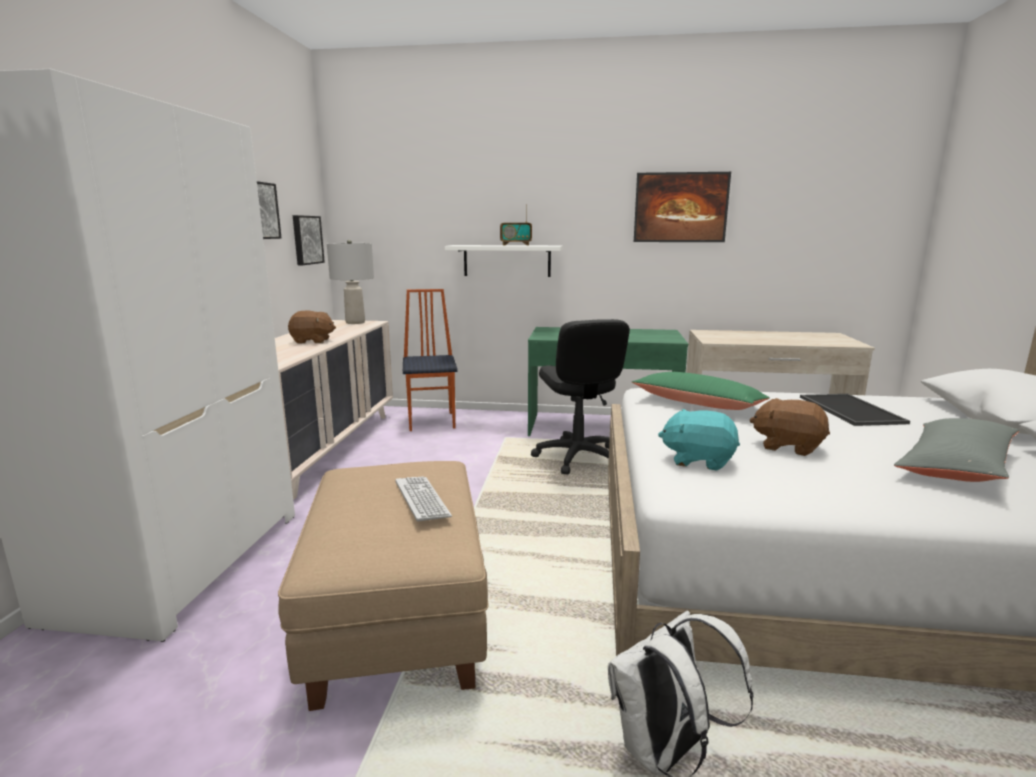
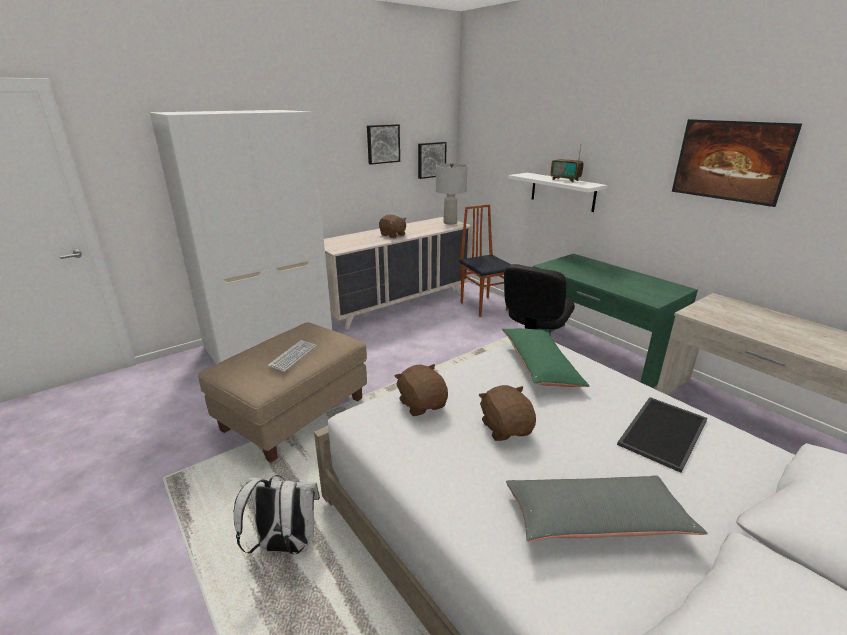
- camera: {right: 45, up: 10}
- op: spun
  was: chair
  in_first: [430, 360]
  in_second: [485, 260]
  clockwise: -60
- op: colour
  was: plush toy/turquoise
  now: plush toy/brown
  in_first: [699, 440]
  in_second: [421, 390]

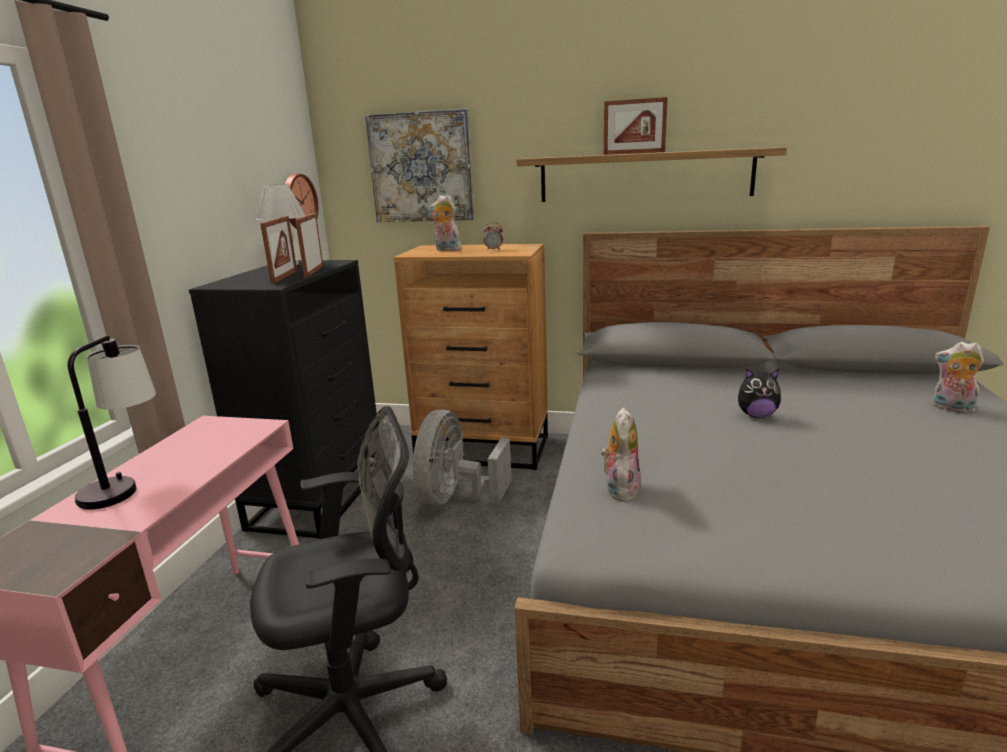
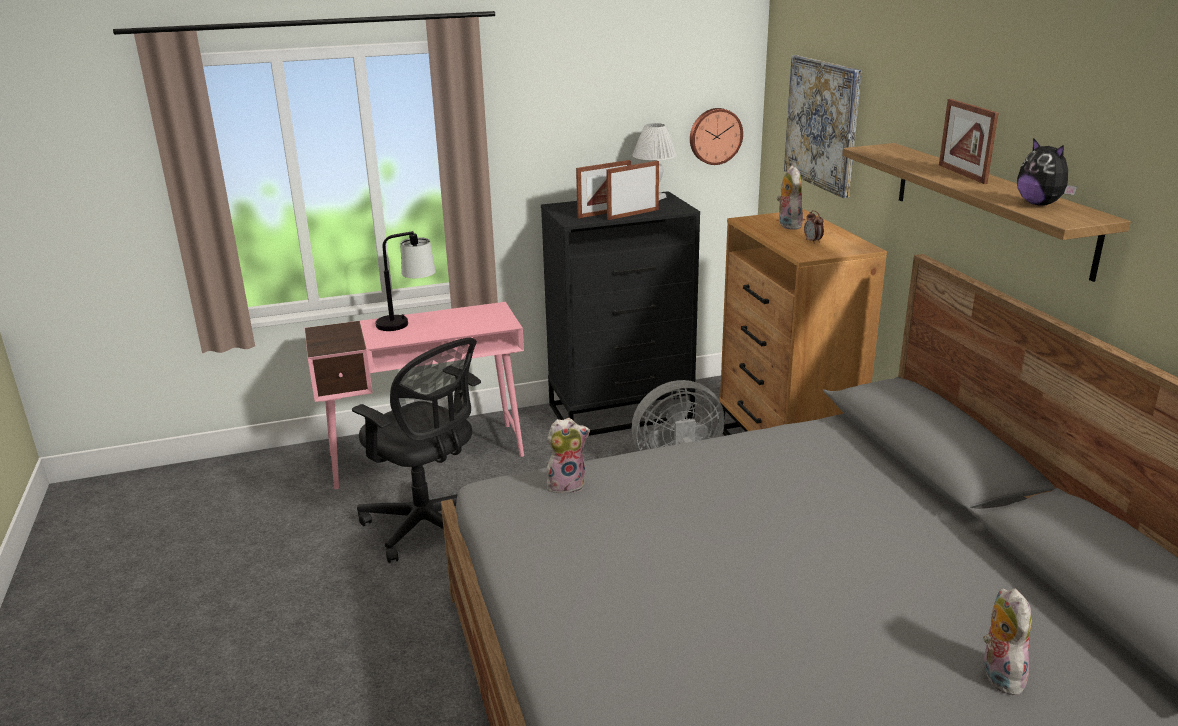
- camera: {right: 60, up: 5}
- op: relocated
  was: plush toy
  in_first: [759, 393]
  in_second: [1047, 172]

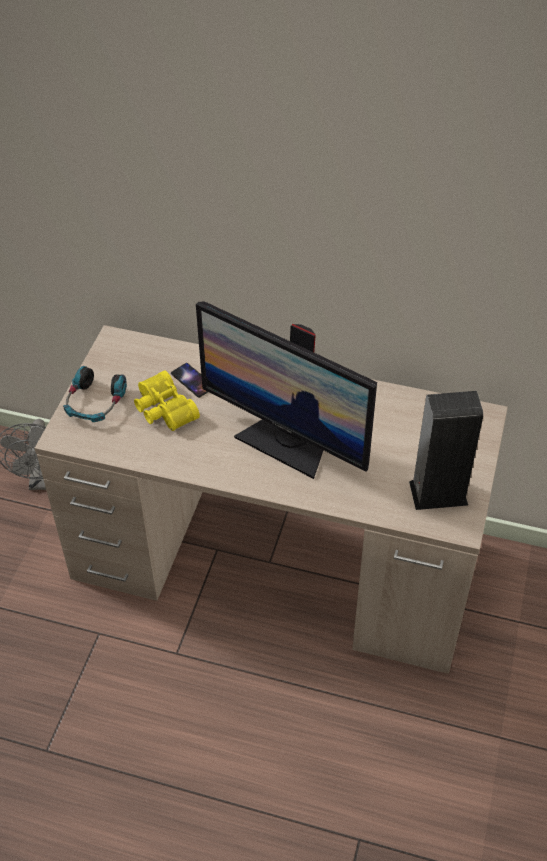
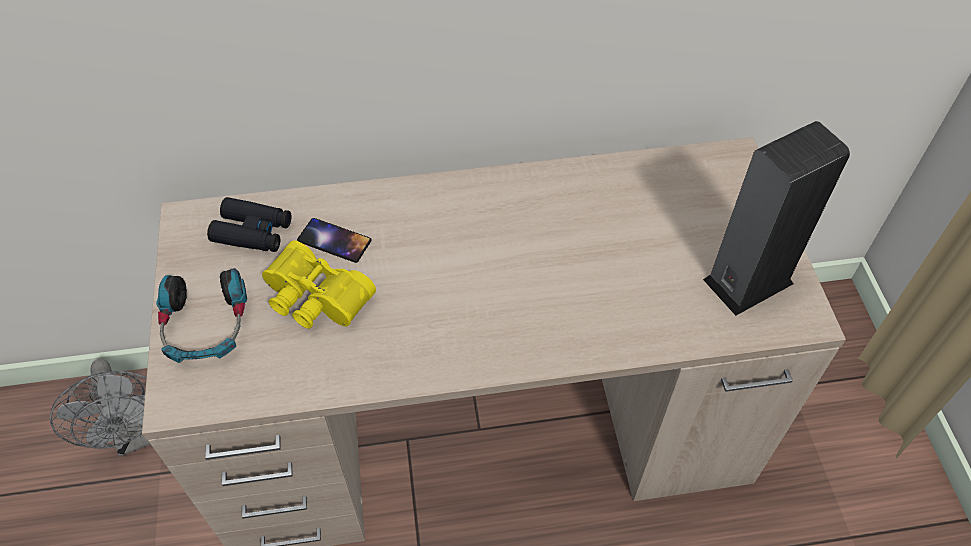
- camera: {right: -25, up: 5}
- op: missing
  was: monitor
  in_first: [286, 390]
- op: appeared
  now: binoculars/black
  in_second: [249, 224]

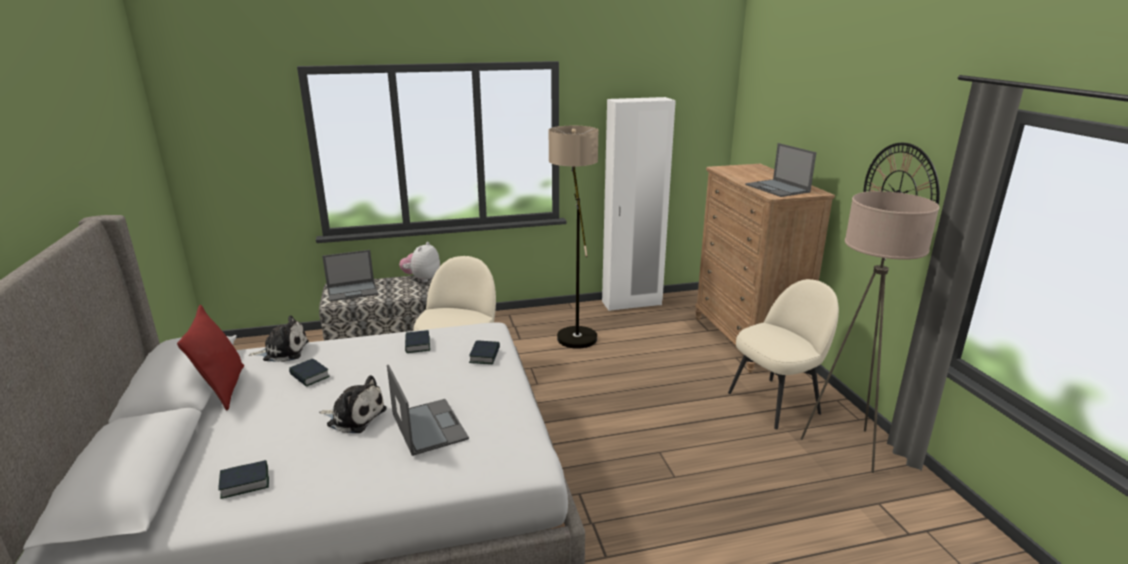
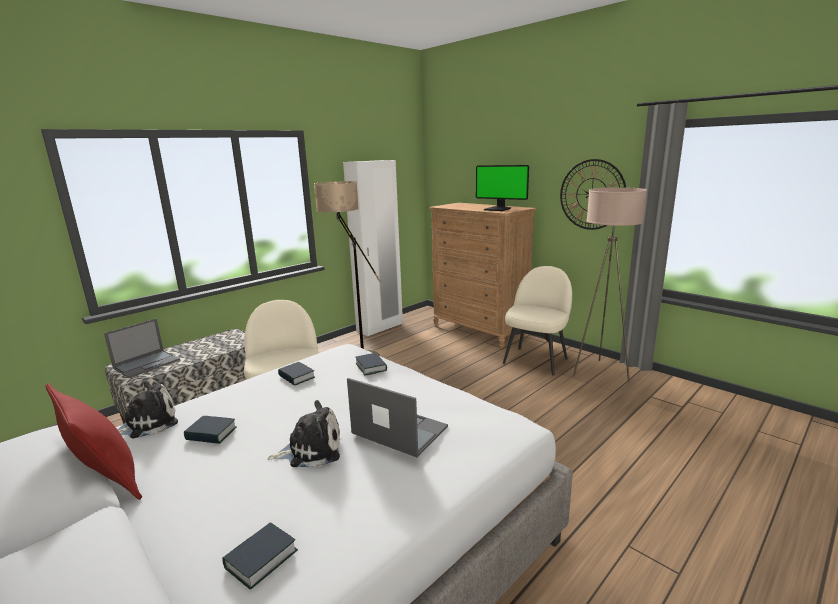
- camera: {right: -30, up: -5}
- op: missing
  was: plush toy
  in_first: [419, 262]
- op: exchanged
  was: laptop
  now: monitor
  in_first: [781, 170]
  in_second: [502, 188]

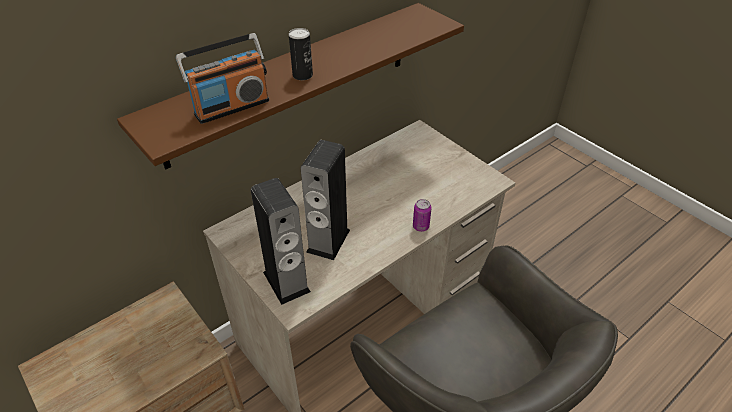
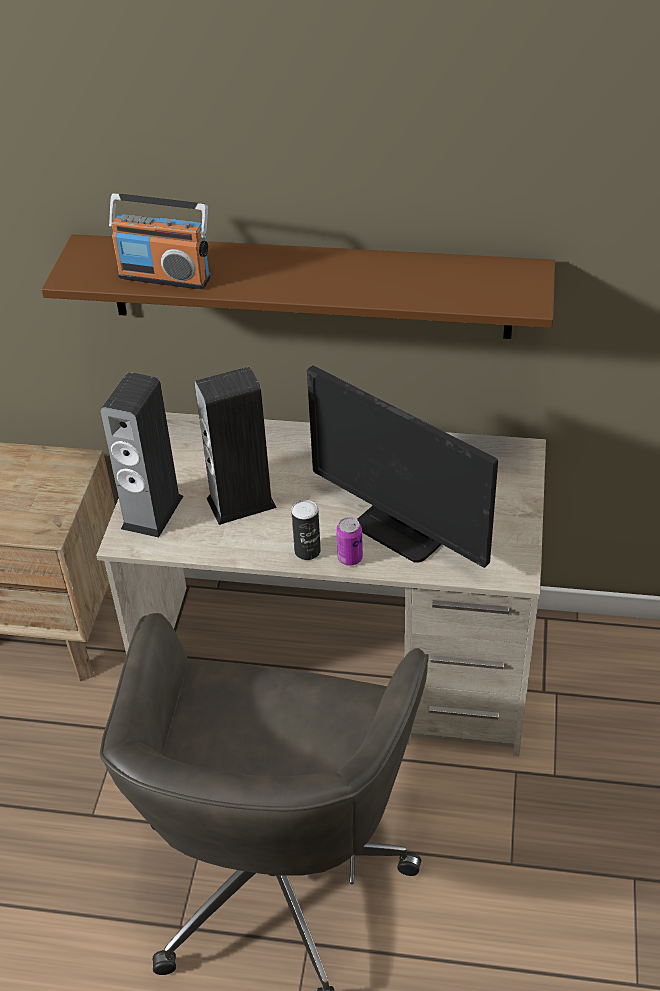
- camera: {right: 50, up: 0}
- op: relocated
  was: can
  in_first: [301, 54]
  in_second: [306, 530]
- op: appeared
  now: monitor
  in_second: [402, 467]

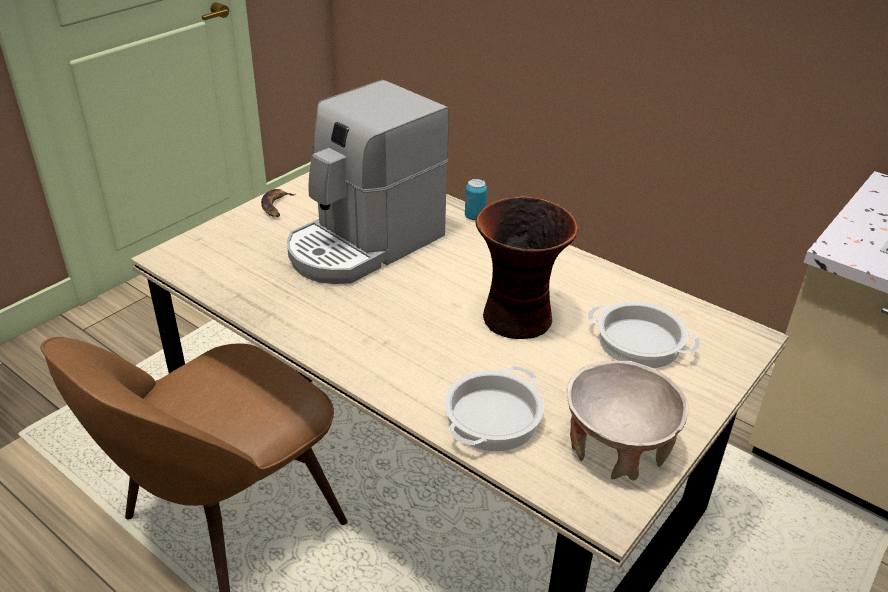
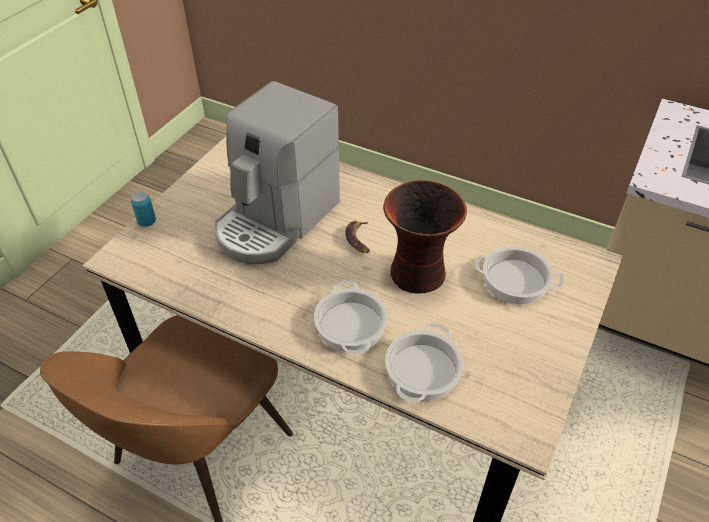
- camera: {right: -10, up: 10}
- op: relocated
  was: banana
  in_first: [278, 203]
  in_second: [357, 237]
- op: relocated
  was: can
  in_first: [476, 199]
  in_second: [143, 209]
- op: missing
  was: bowl/beige
  in_first: [628, 421]
- op: appeared
  now: cooking pot
  in_second: [351, 317]

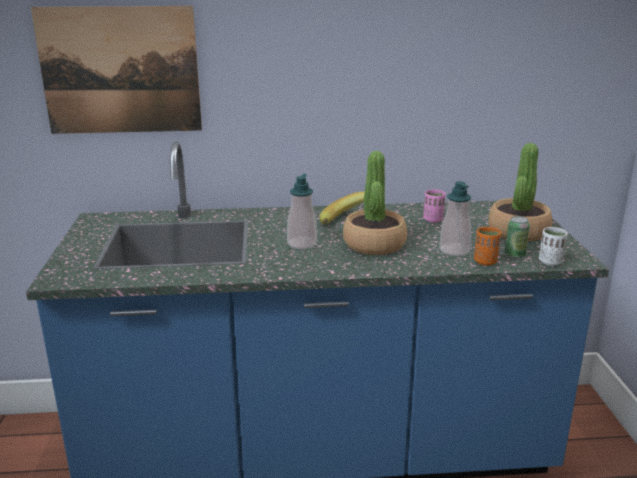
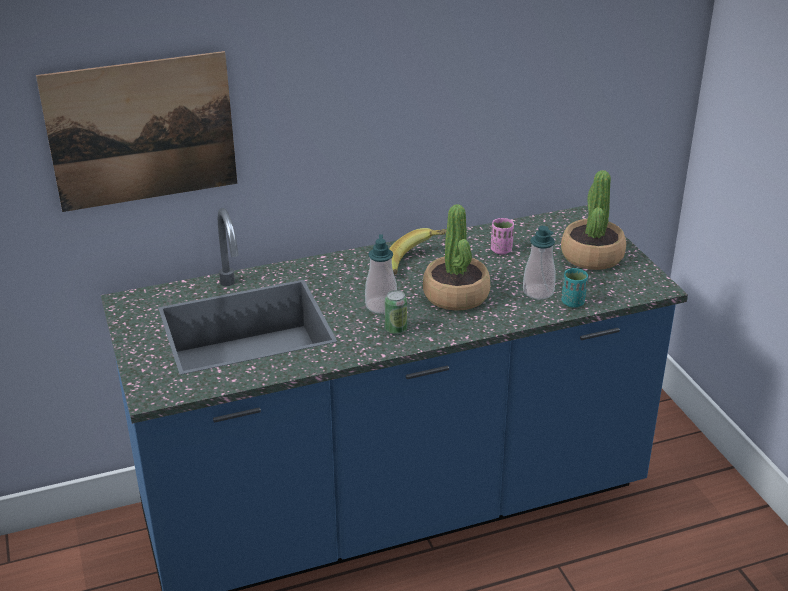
- camera: {right: -15, up: 10}
- op: colour
  was: cup/orange
  now: cup/turquoise
  in_first: [487, 246]
  in_second: [575, 288]
- op: relocated
  was: can
  in_first: [517, 237]
  in_second: [396, 312]
- op: missing
  was: cup/white
  in_first: [553, 246]

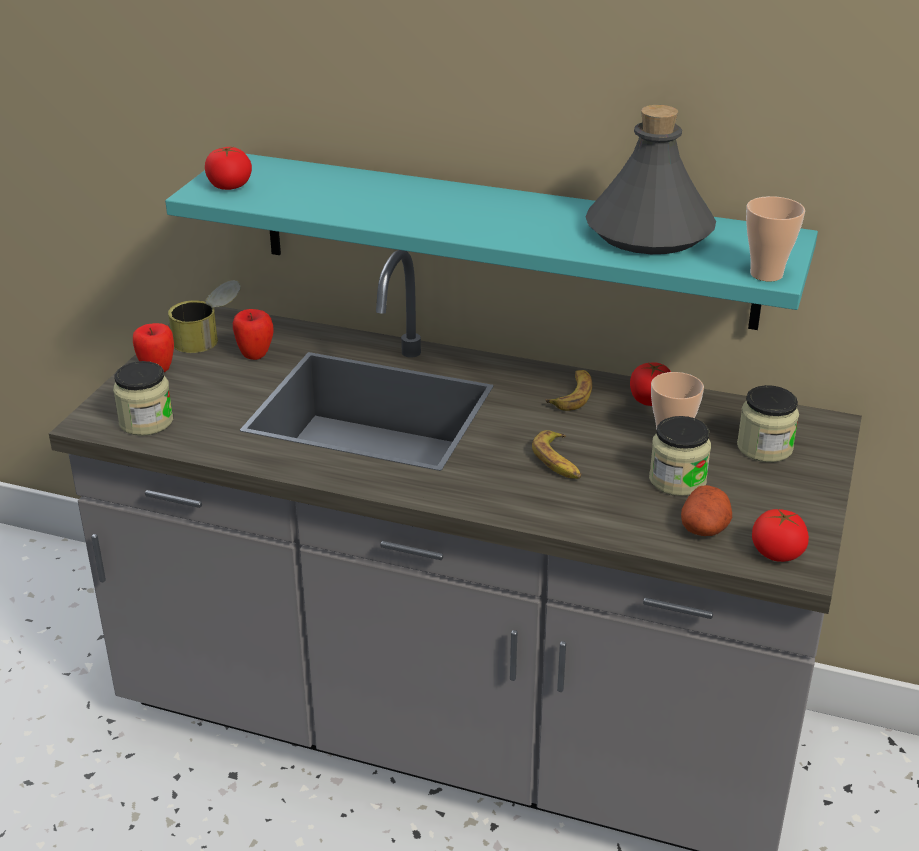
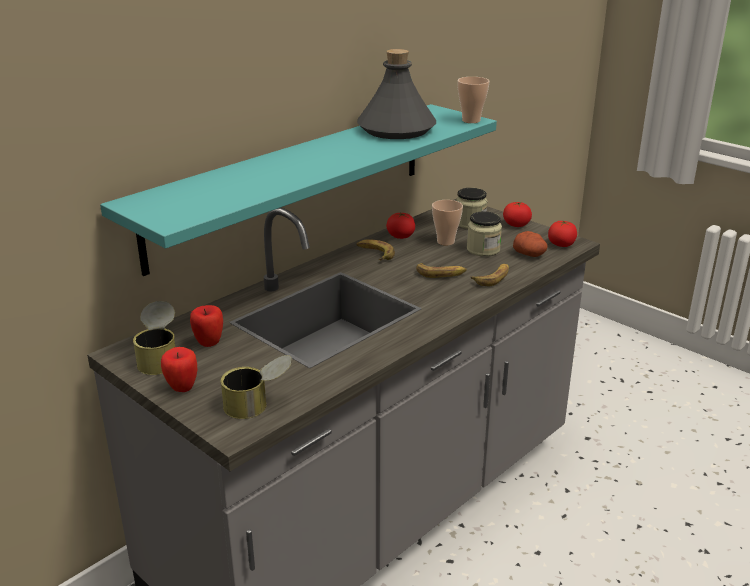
- camera: {right: -65, up: -5}
- op: exchanged
  was: jar
  now: can
  in_first: [143, 398]
  in_second: [256, 387]
- op: relocated
  was: tomato
  in_first: [228, 168]
  in_second: [517, 214]
- op: appeared
  now: banana
  in_second: [490, 275]

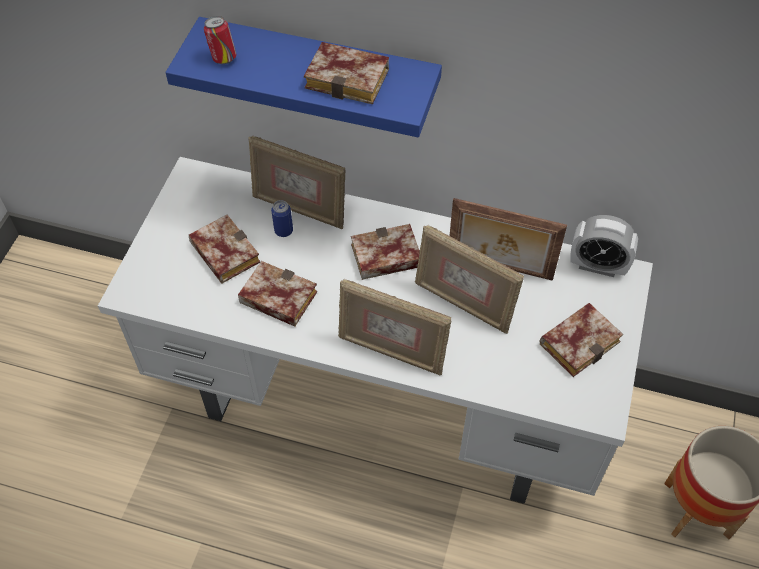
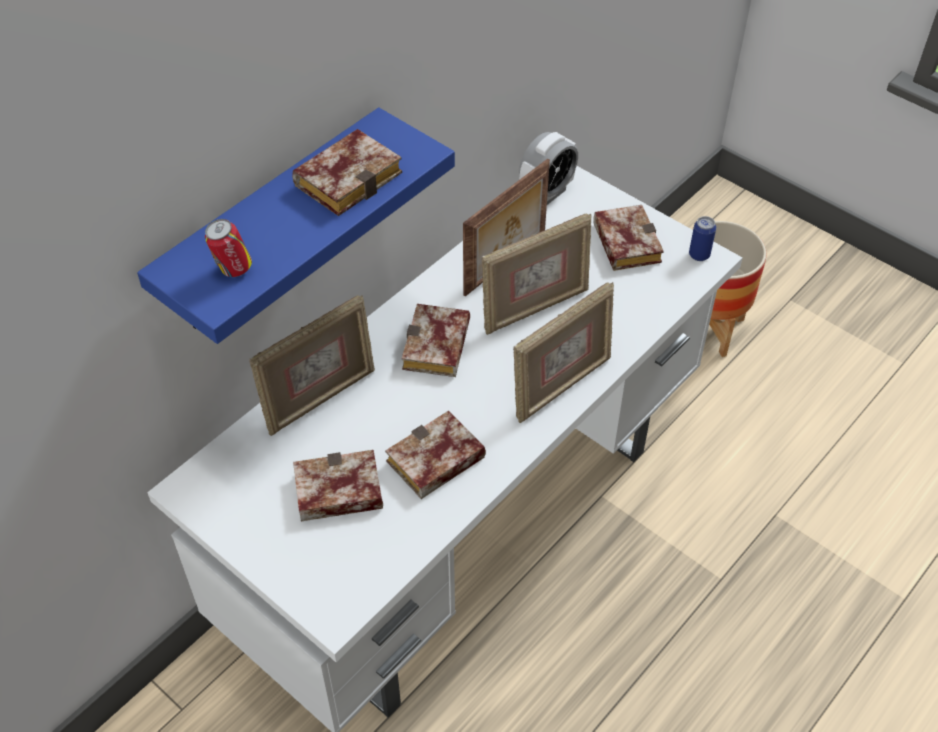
- camera: {right: -65, up: -5}
- op: relocated
  was: can
  in_first: [282, 218]
  in_second: [702, 238]

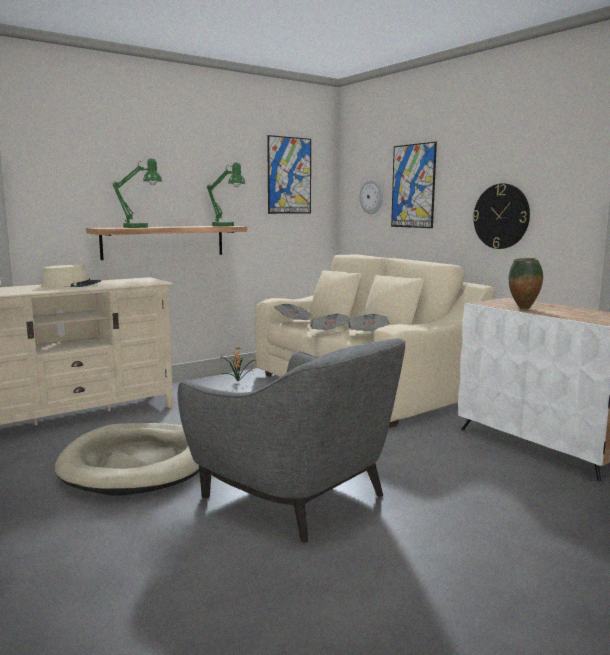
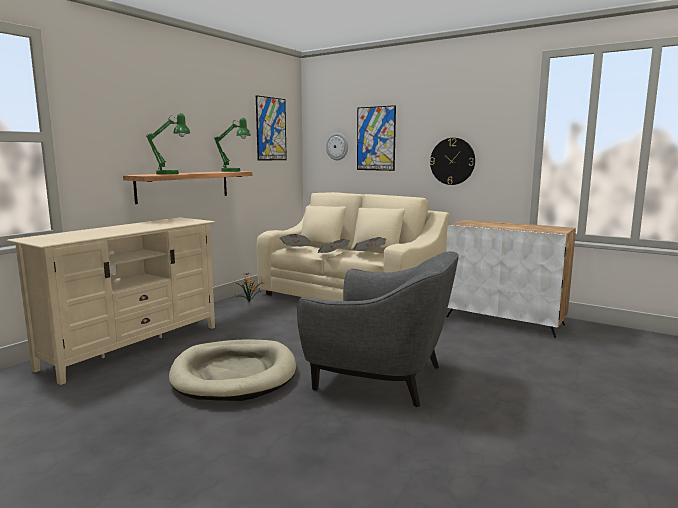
- camera: {right: -20, up: 0}
- op: missing
  was: hat/beige
  in_first: [71, 276]
- op: missing
  was: vase
  in_first: [526, 283]

